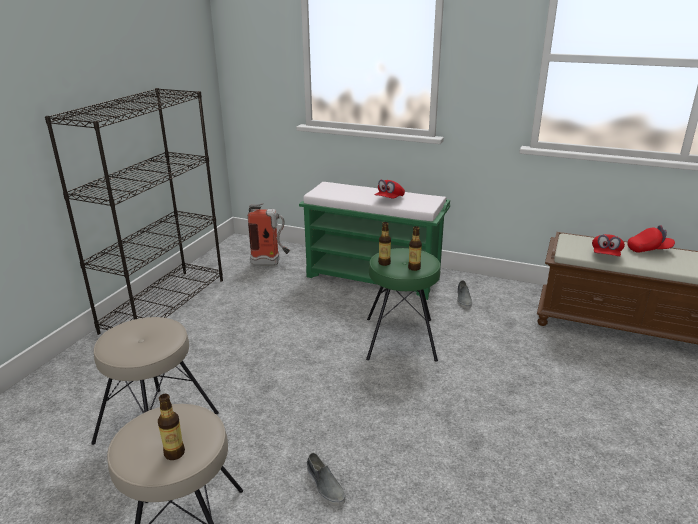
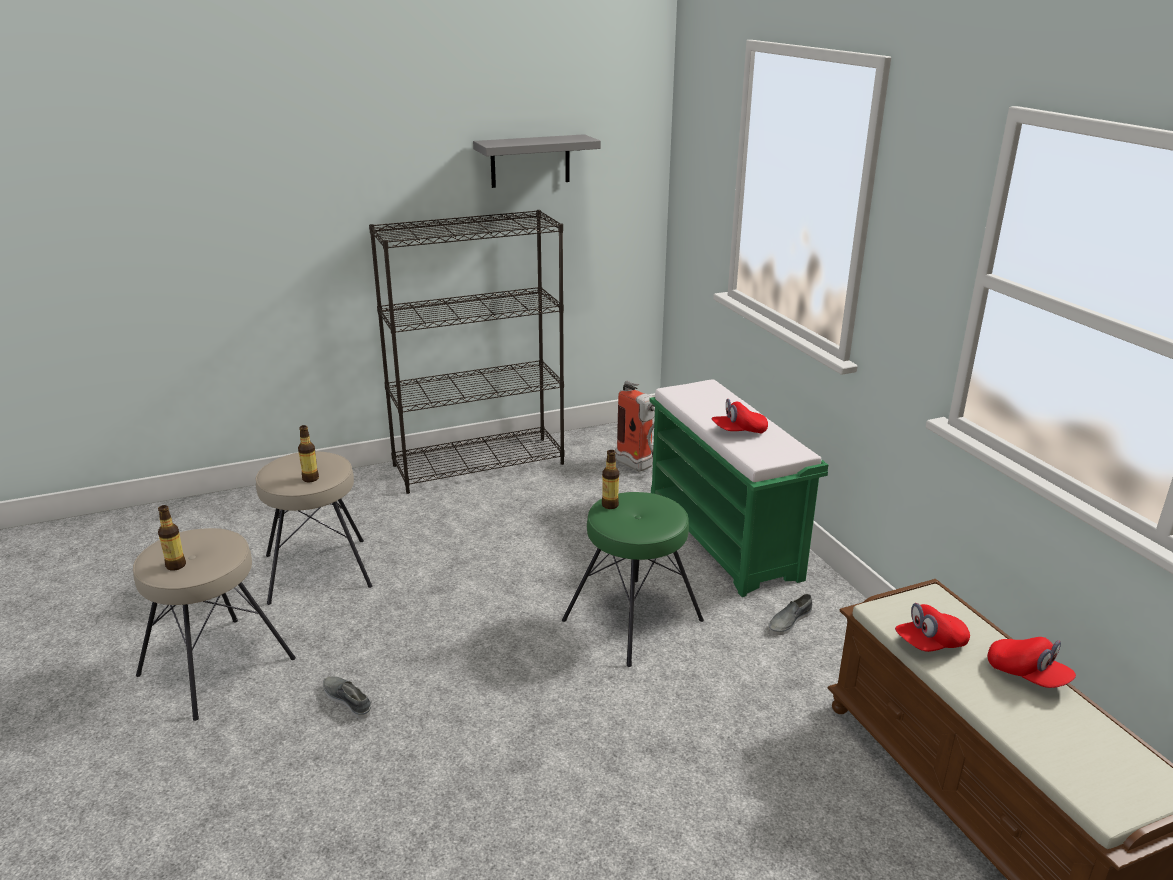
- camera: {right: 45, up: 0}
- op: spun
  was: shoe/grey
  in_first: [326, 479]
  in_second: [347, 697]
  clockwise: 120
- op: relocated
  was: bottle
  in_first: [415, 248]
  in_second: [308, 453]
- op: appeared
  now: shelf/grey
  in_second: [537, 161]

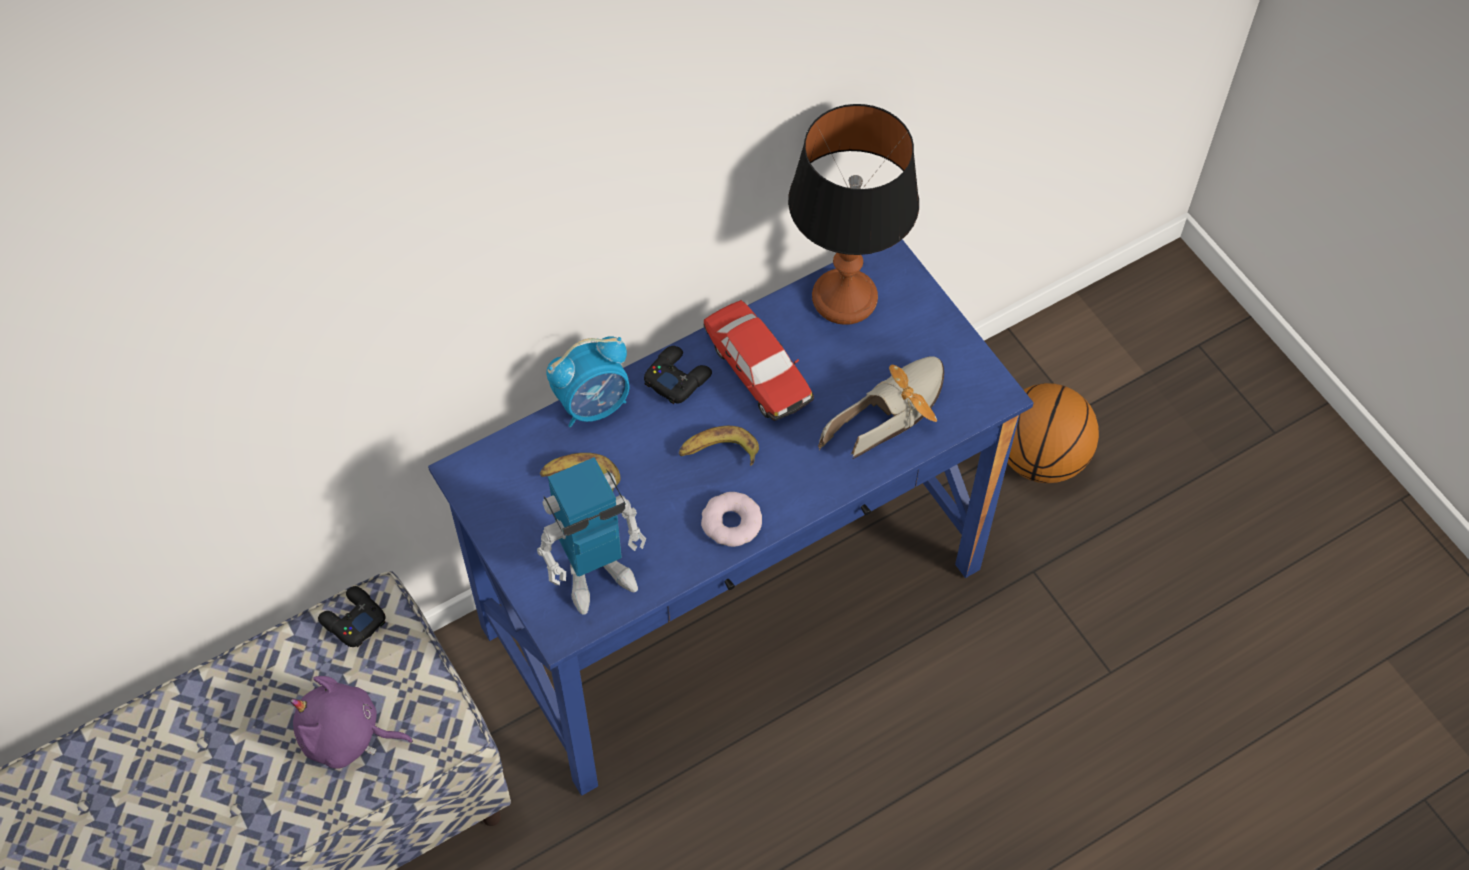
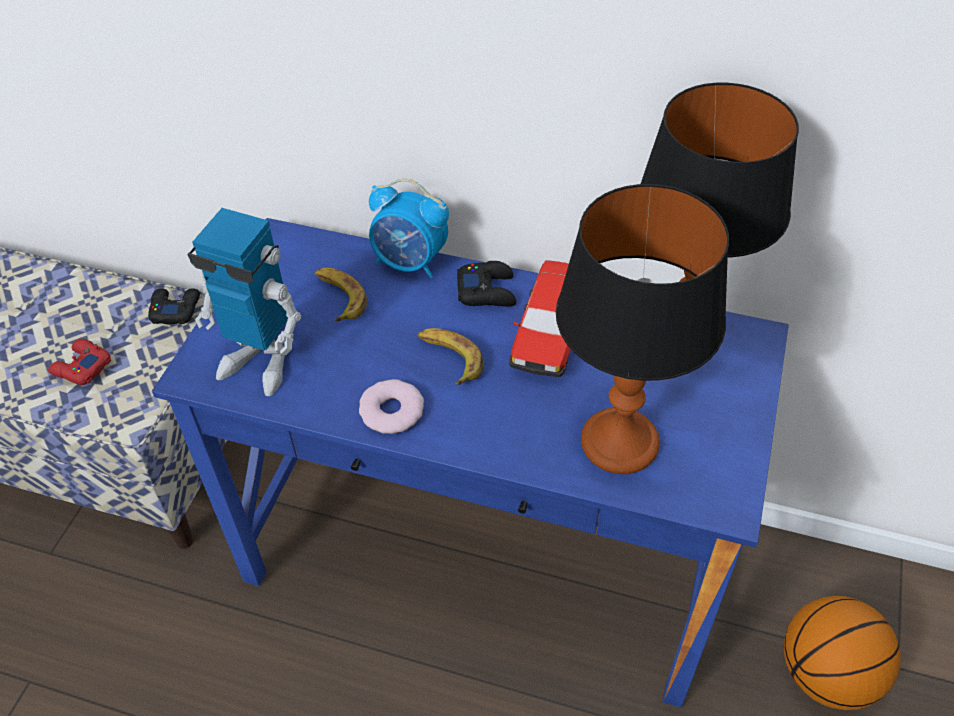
- camera: {right: 50, up: -10}
- op: exchanged
  was: plush toy/purple
  now: game controller/red
  in_first: [351, 722]
  in_second: [79, 362]
- op: exchanged
  was: shoe
  now: table lamp
  in_first: [881, 407]
  in_second: [642, 329]

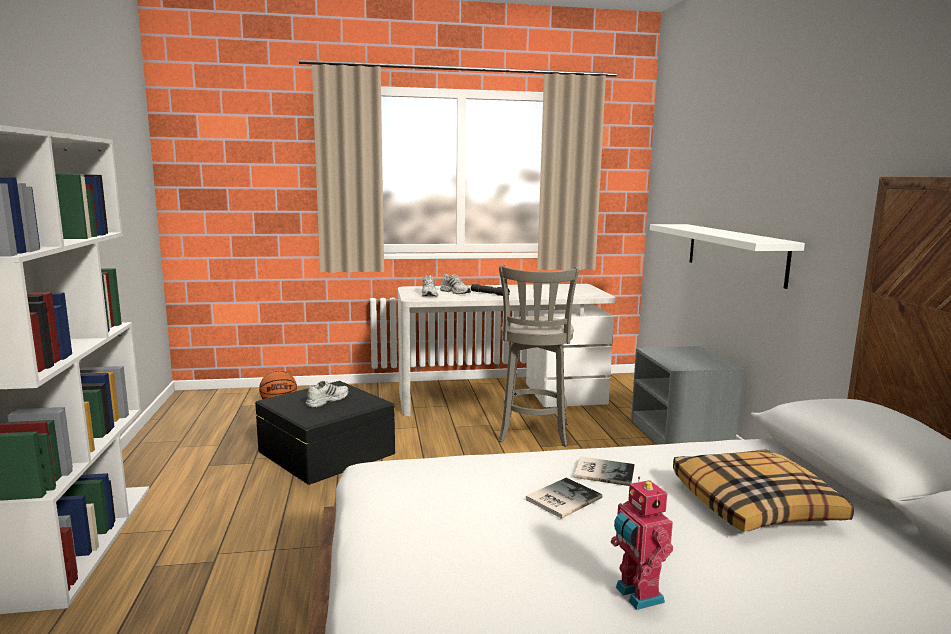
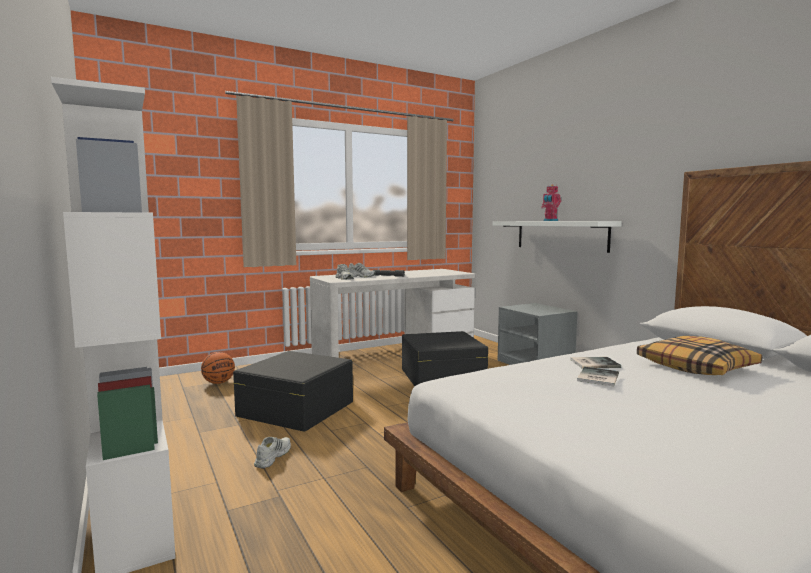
- camera: {right: -20, up: -5}
- op: relocated
  was: shoe/white
  in_first: [326, 394]
  in_second: [272, 453]
- op: exchanged
  was: stool/grey
  now: storage box/black
  in_first: [538, 356]
  in_second: [445, 358]
- op: relocated
  was: toy robot
  in_first: [642, 543]
  in_second: [551, 202]

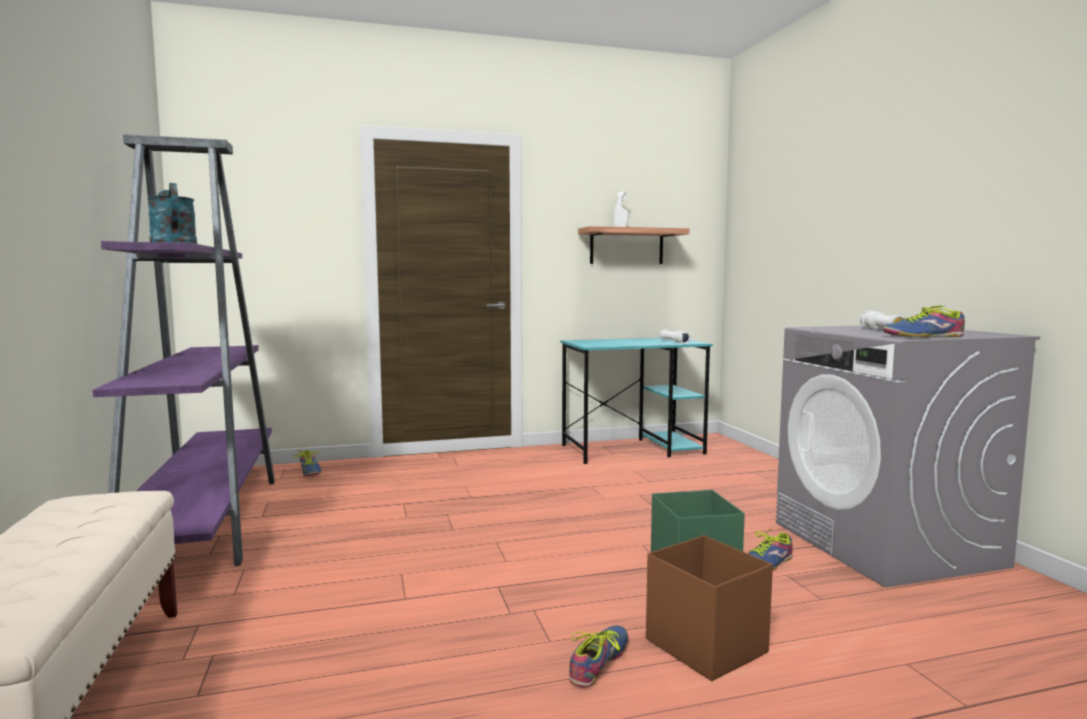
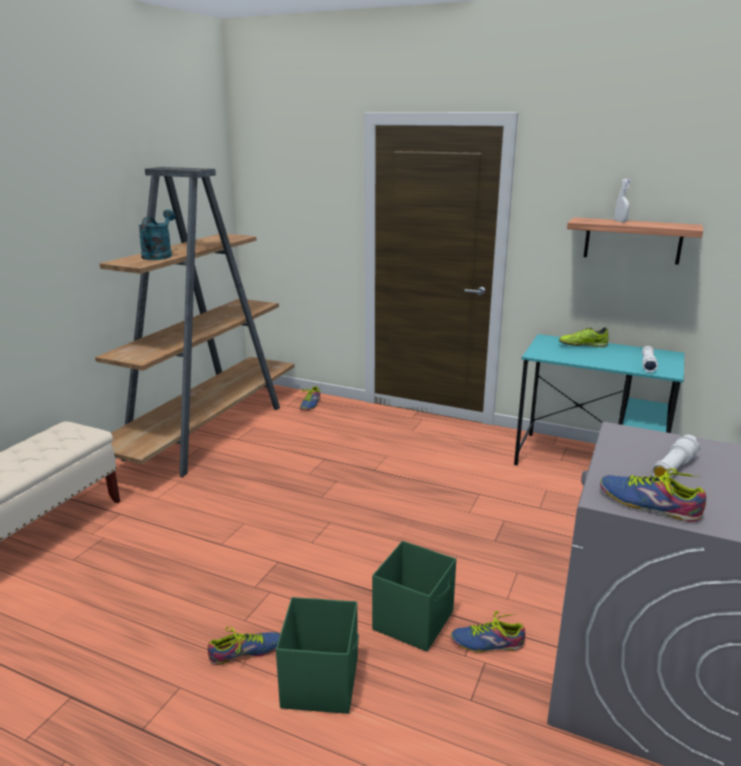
- camera: {right: 40, up: 15}
- op: colour
  was: bookcase/purple
  now: bookcase/brown
  in_first: [183, 350]
  in_second: [194, 322]
- op: colour
  was: storage box/brown
  now: storage box/green
  in_first: [709, 608]
  in_second: [317, 655]
- op: appeared
  now: shoe
  in_second: [584, 337]

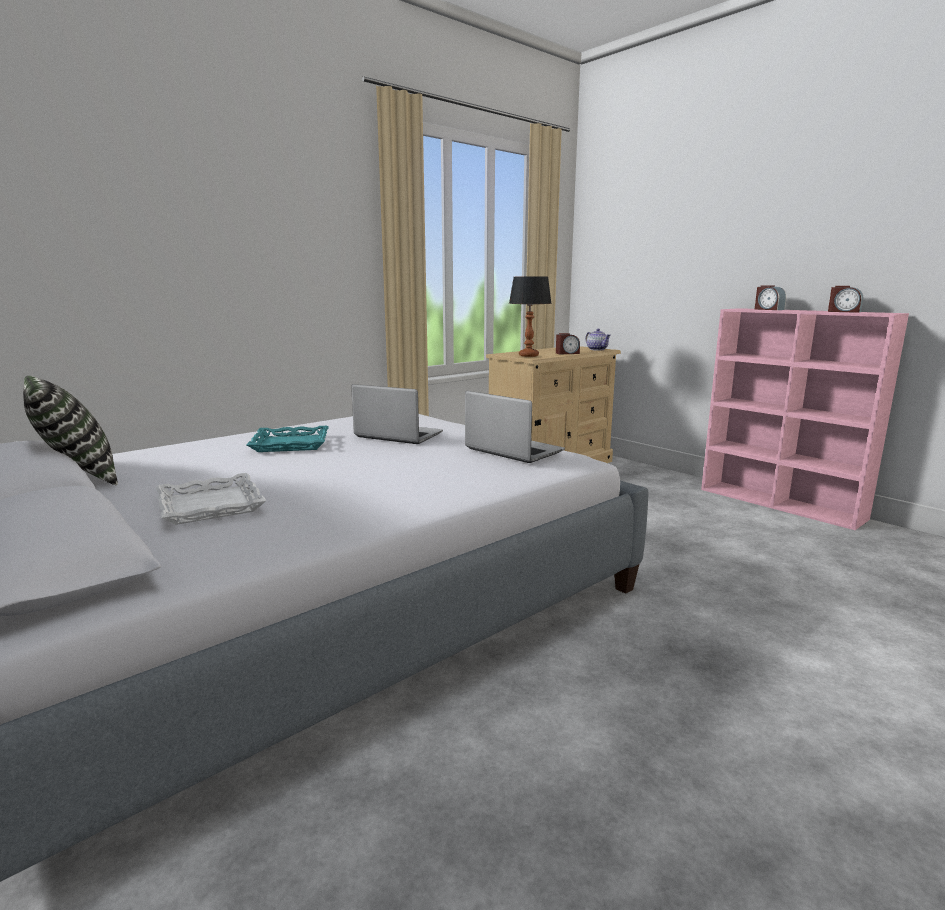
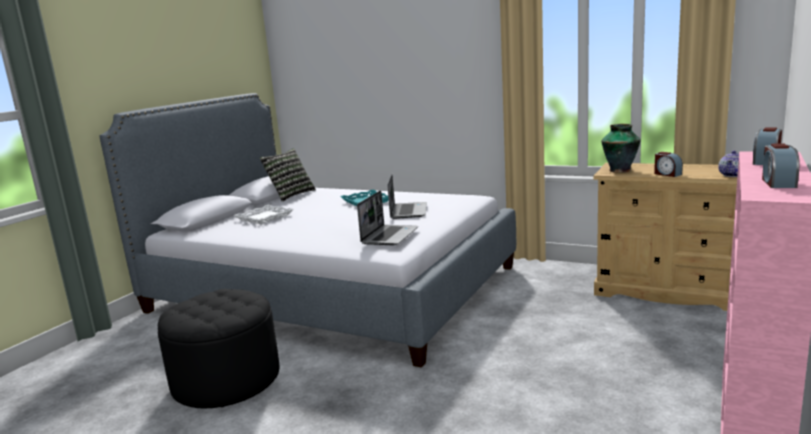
- camera: {right: 70, up: 0}
- op: exchanged
  was: table lamp
  now: vase
  in_first: [530, 316]
  in_second: [621, 148]
- op: appeared
  now: ottoman/black
  in_second: [219, 348]

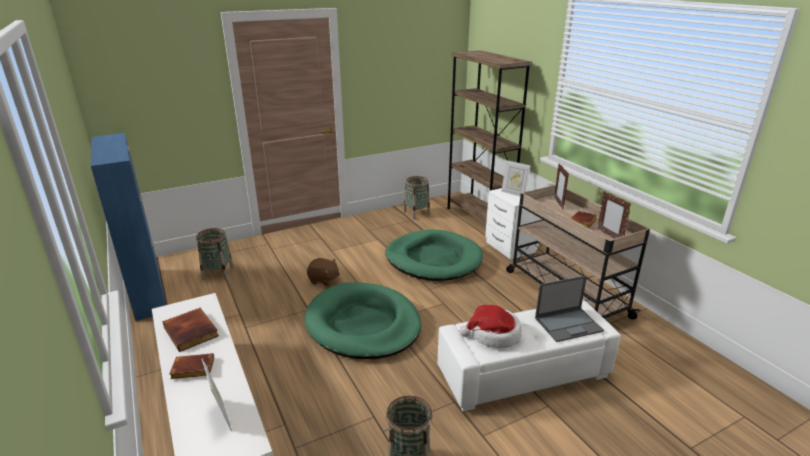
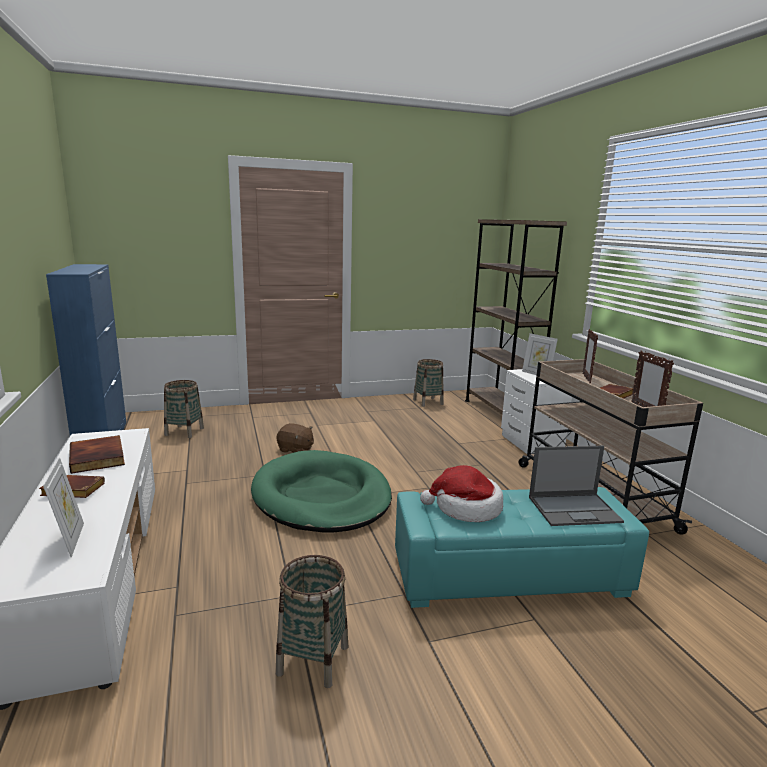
- camera: {right: 10, up: -10}
- op: missing
  was: dog bed/green
  in_first: [434, 255]
- op: colour
  was: ottoman/white
  now: ottoman/turquoise
  in_first: [529, 356]
  in_second: [522, 547]

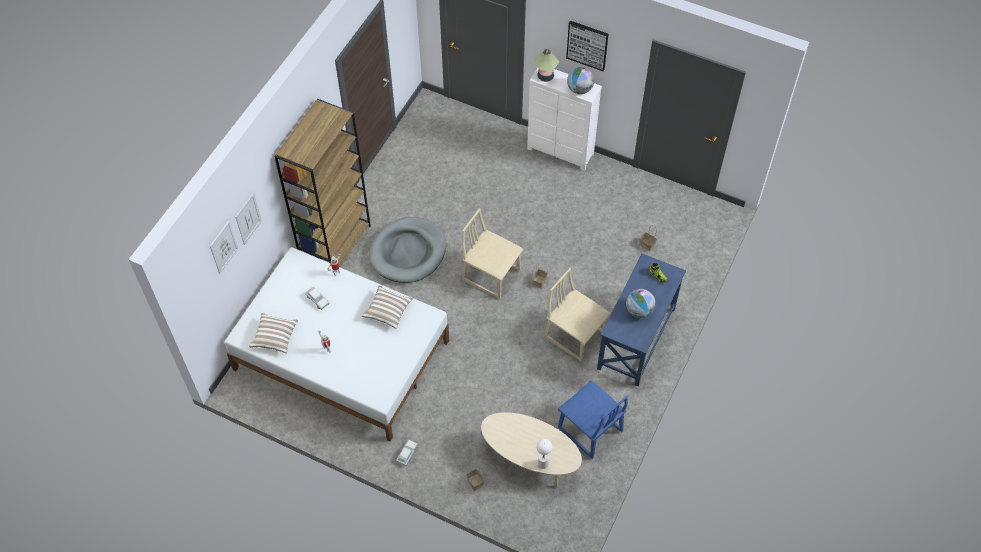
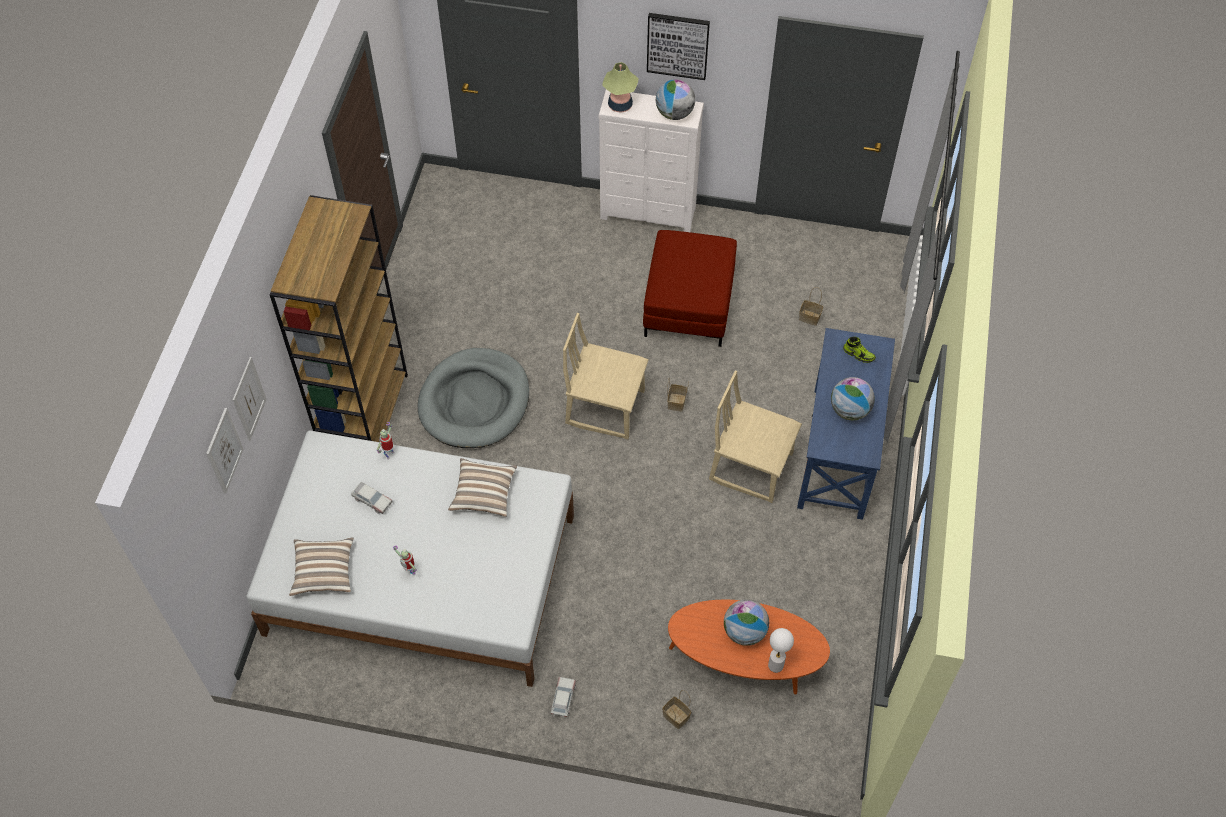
- camera: {right: -15, up: 0}
- op: colour
  was: coffee table/beige
  now: coffee table/orange
  in_first: [531, 450]
  in_second: [749, 647]
- op: missing
  was: chair/blue
  in_first: [593, 420]
- op: appeared
  now: ottoman/red
  in_second: [690, 288]
- op: appeared
  now: globe
  in_second: [746, 623]

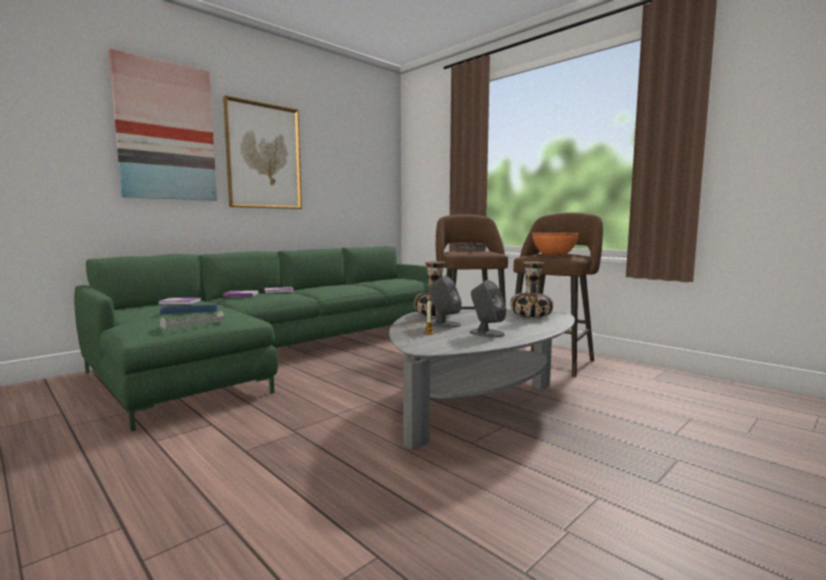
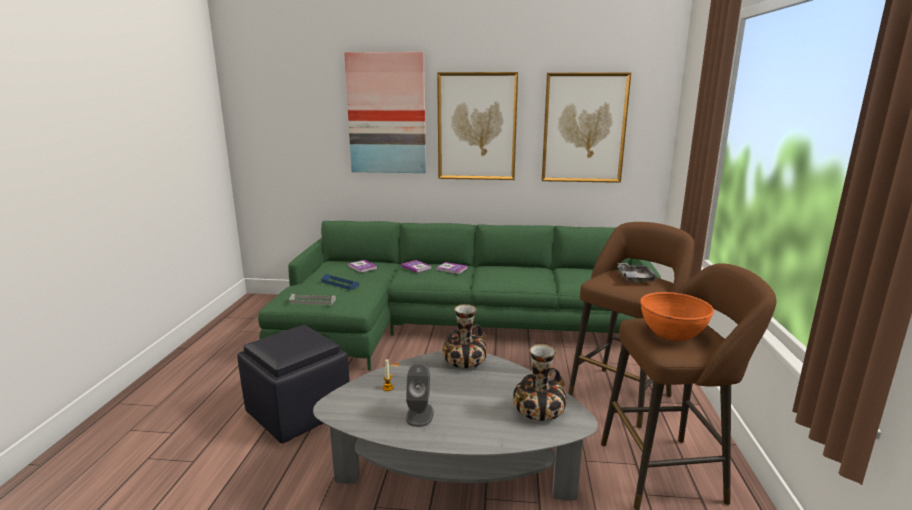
- camera: {right: 50, up: 10}
- op: missing
  was: speaker/grey
  in_first: [445, 301]
- op: appeared
  now: ottoman/black
  in_second: [293, 384]
- op: appeared
  now: picture
  in_second: [586, 127]

